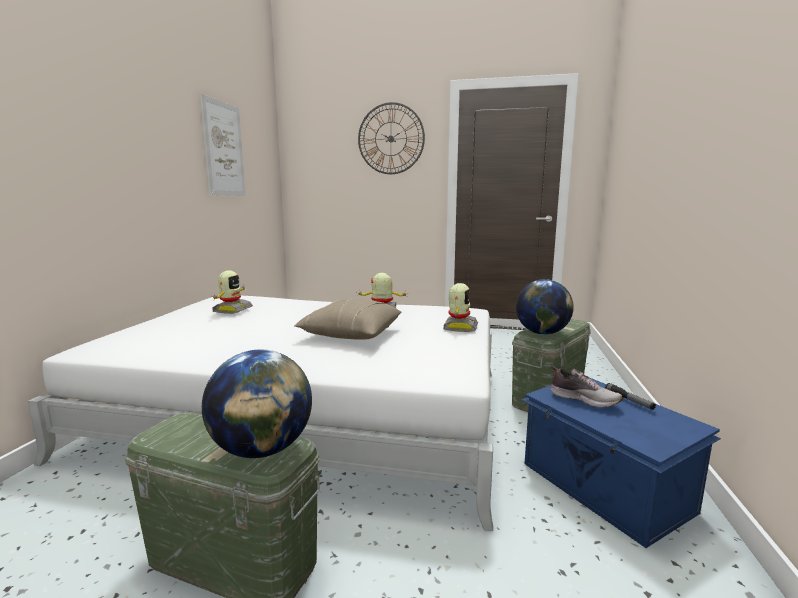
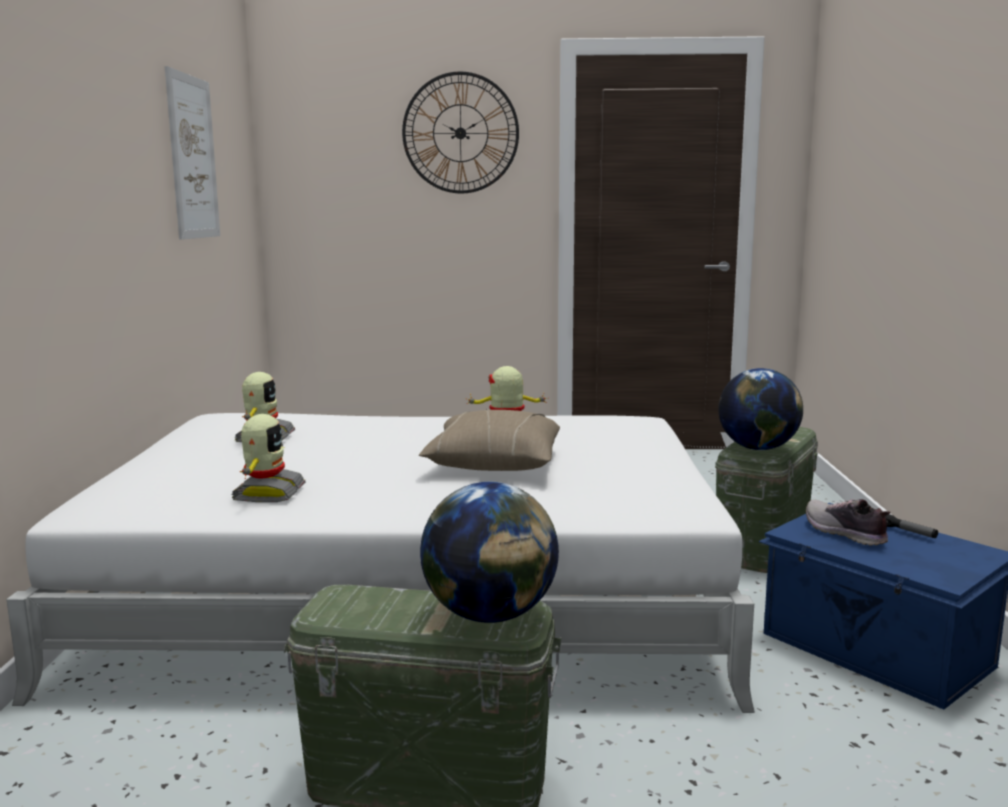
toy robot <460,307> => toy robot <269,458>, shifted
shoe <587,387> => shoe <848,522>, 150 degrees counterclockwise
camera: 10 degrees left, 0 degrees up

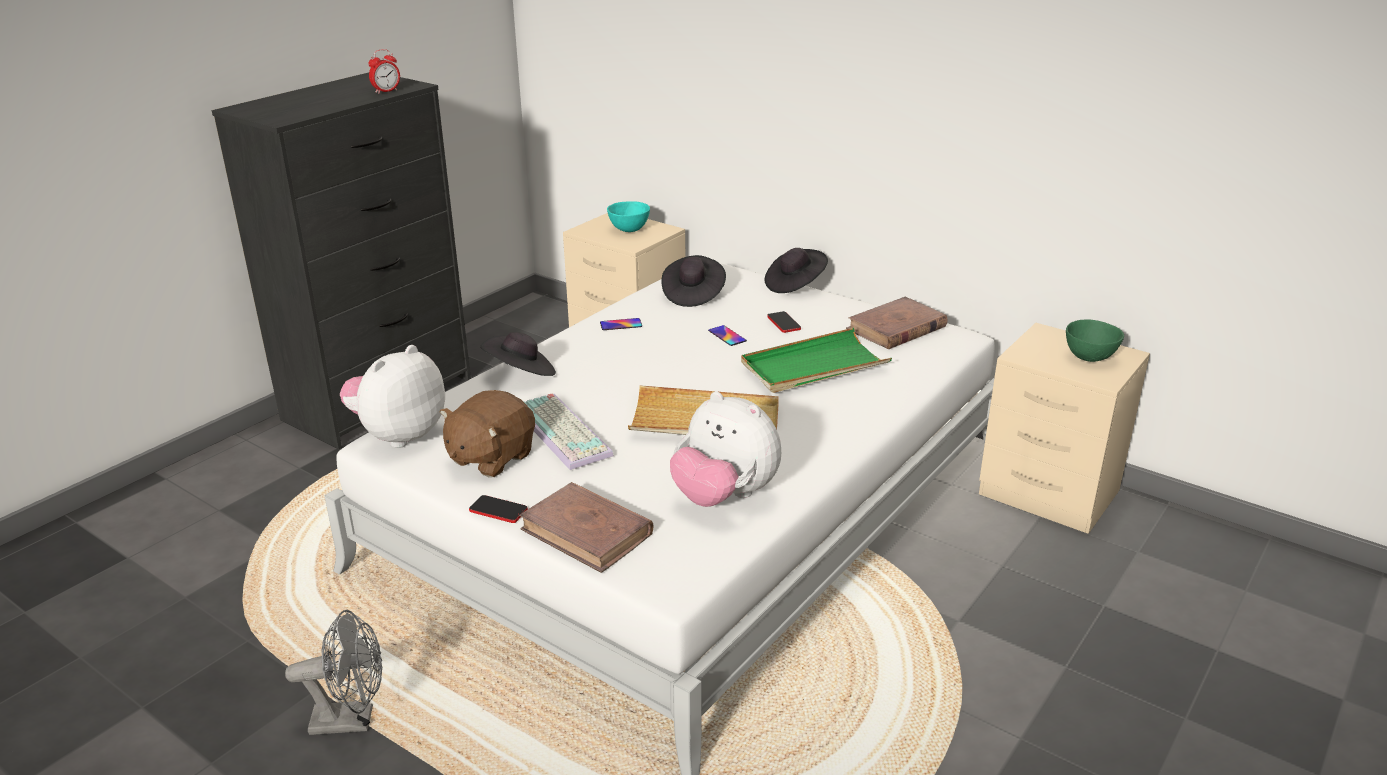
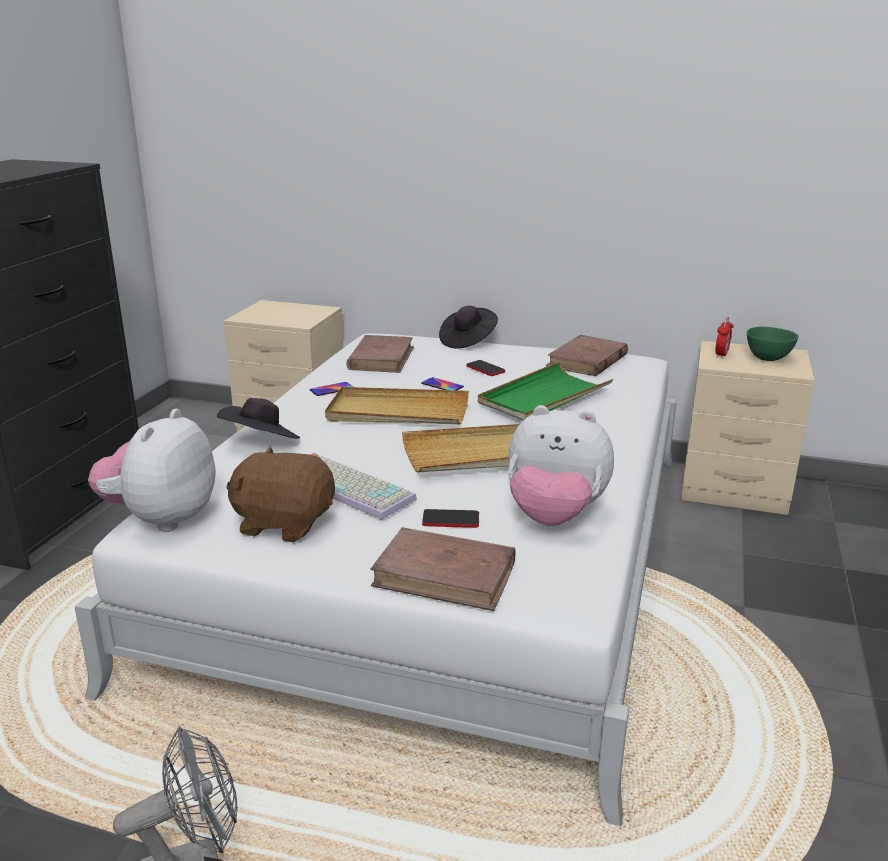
alarm clock <384,71> => alarm clock <724,338>, shifted
brown-coloured plush toy <487,433> => brown-coloured plush toy <280,494>, 90 degrees clockwise
handset <498,509> => handset <450,518>, shifted
turquoise bowl <628,216> => nothing
blackish wearable hat <693,281> => brown-coloured book <380,354>
nothing => beige-coloured serving tray <397,405>
camera: 20 degrees left, 5 degrees down

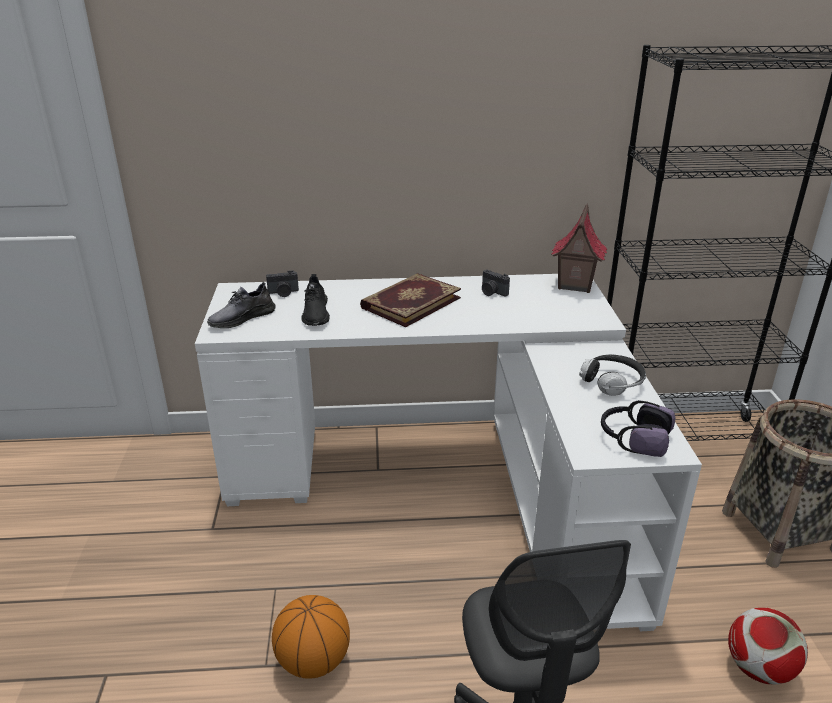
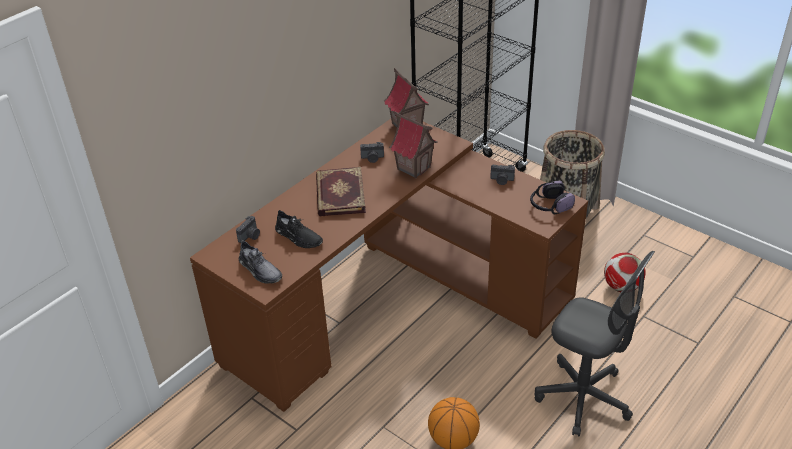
white-coloured desk unit <448,452> => brown-coloured desk unit <389,265>
greyish shoe <241,305> => greyish shoe <260,261>, 45 degrees counterclockwise
headset <612,375> => still camera <502,175>
nothing => miniature house <413,144>
camera: 45 degrees left, 10 degrees up

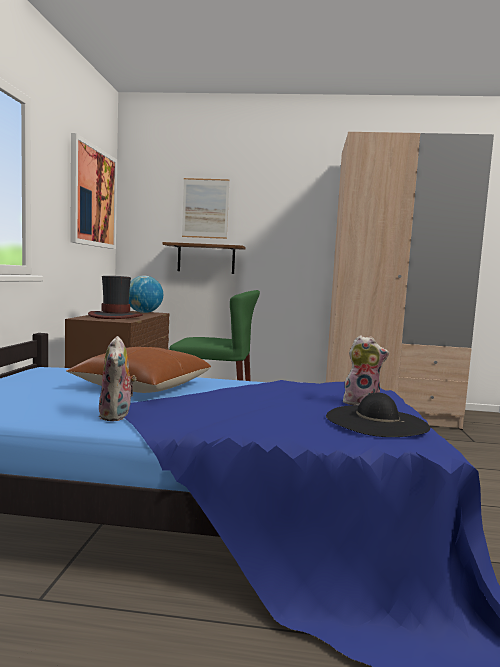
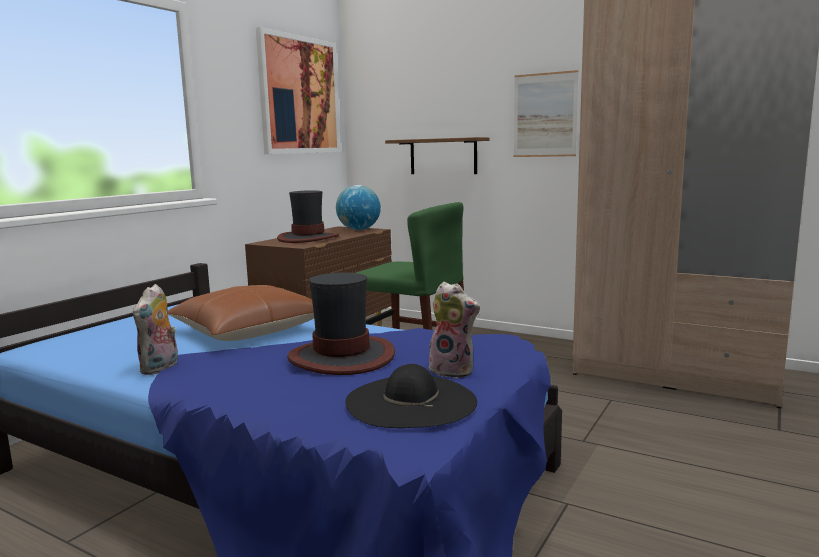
picture <206,208> => picture <546,113>, shifted
nothing => wearable hat <341,324>
camera: 25 degrees right, 5 degrees up

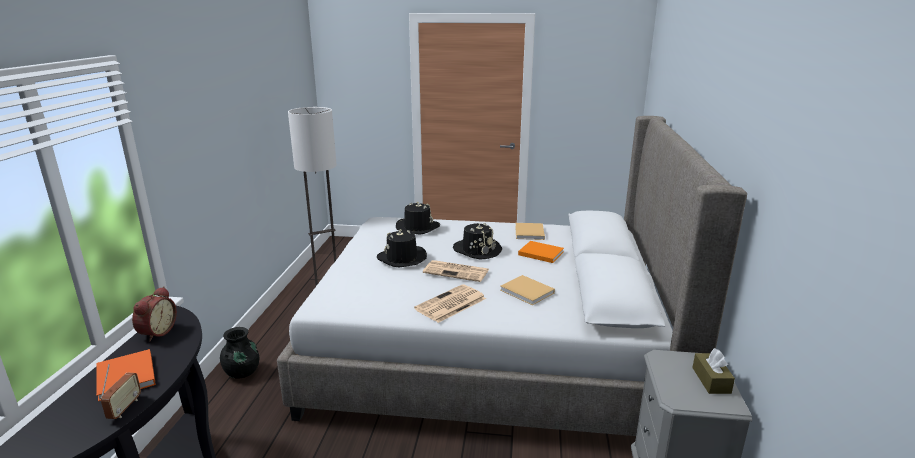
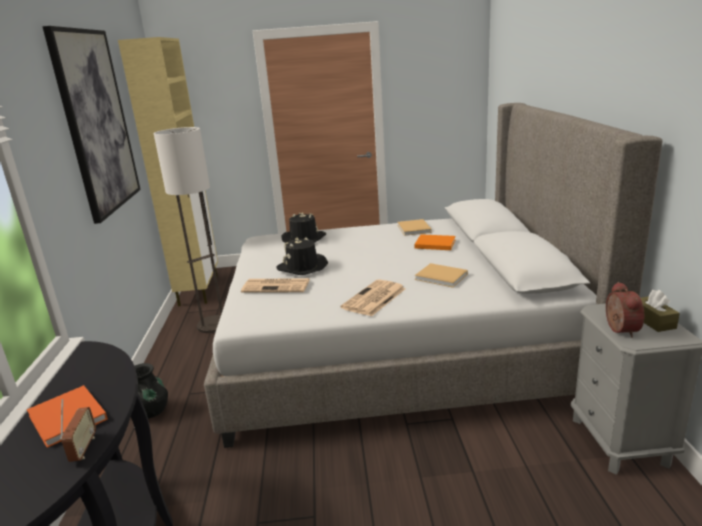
alarm clock <154,313> => alarm clock <625,310>, shifted
daily paper <455,271> => daily paper <275,285>, shifted
blackish wearable hat <477,241> => nothing
nothing => picture <91,125>
nothing => beige-coloured cupboard <168,171>
camera: 10 degrees left, 0 degrees up

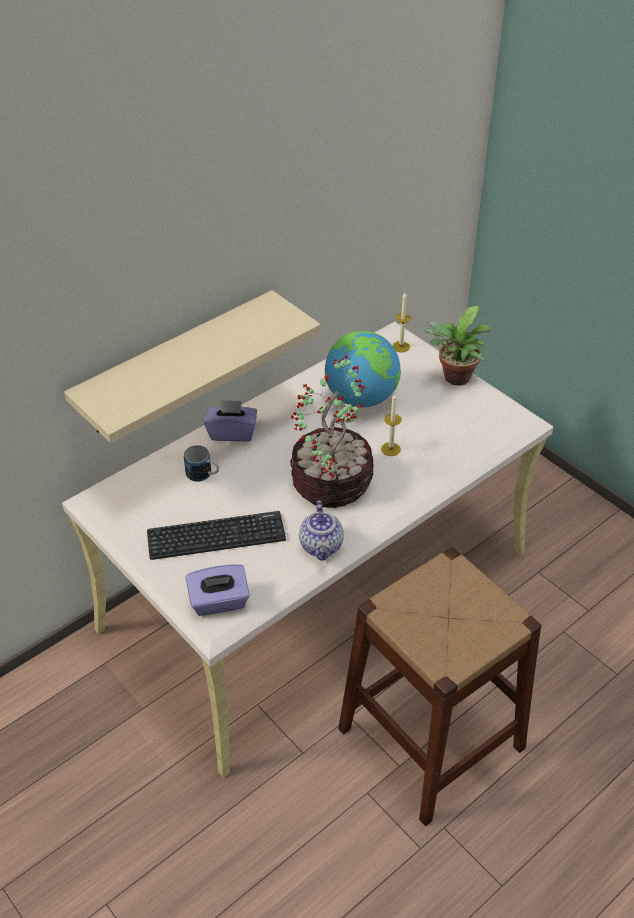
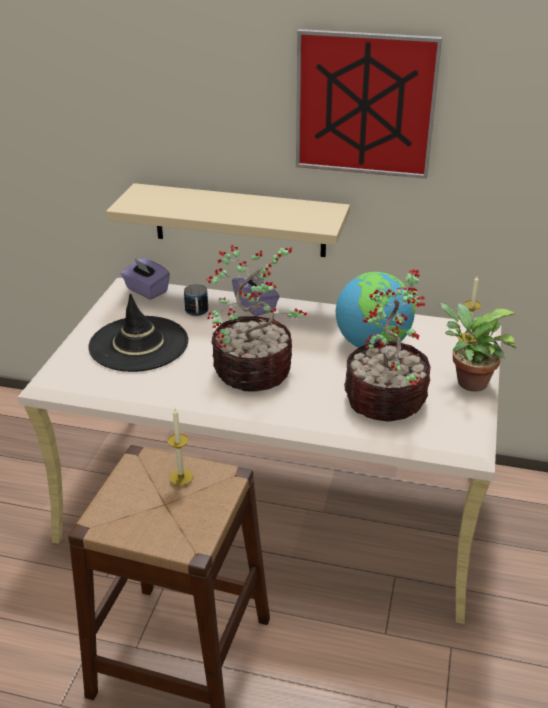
computer keyboard <216,535> => blackish wearable hat <138,332>
purplish tissue box <218,590> => purplish tissue box <145,279>, shifted
tea pot <321,531> => nothing
wax light <391,425> => wax light <180,447>, shifted
nothing => picture <369,104>
nothing => plant in a pot <387,345>
camera: 55 degrees right, 10 degrees down

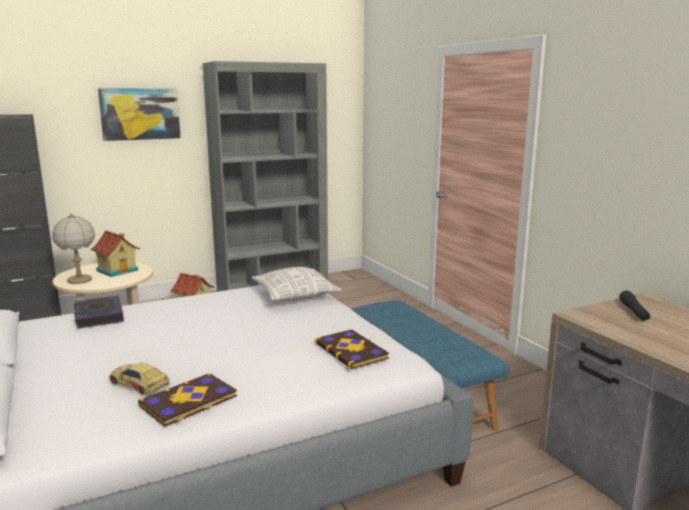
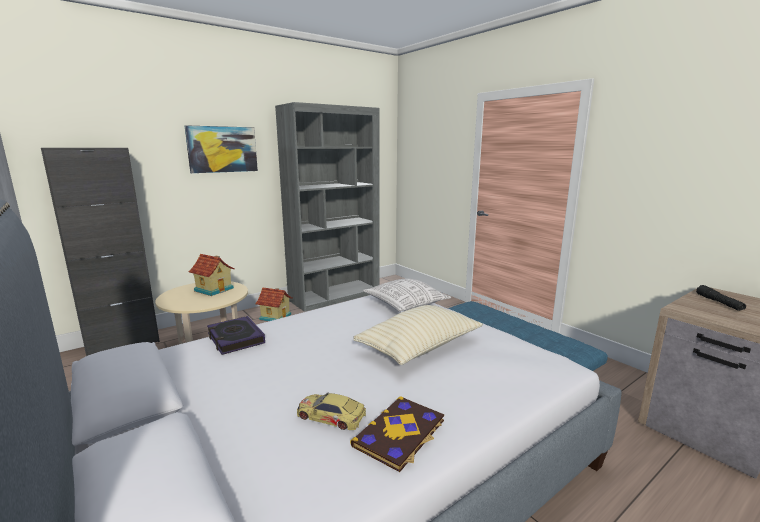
lamp for a table <73,248> => nothing
book <352,349> => nothing
nothing => beige-coloured cushion <418,335>
camera: 10 degrees left, 0 degrees up

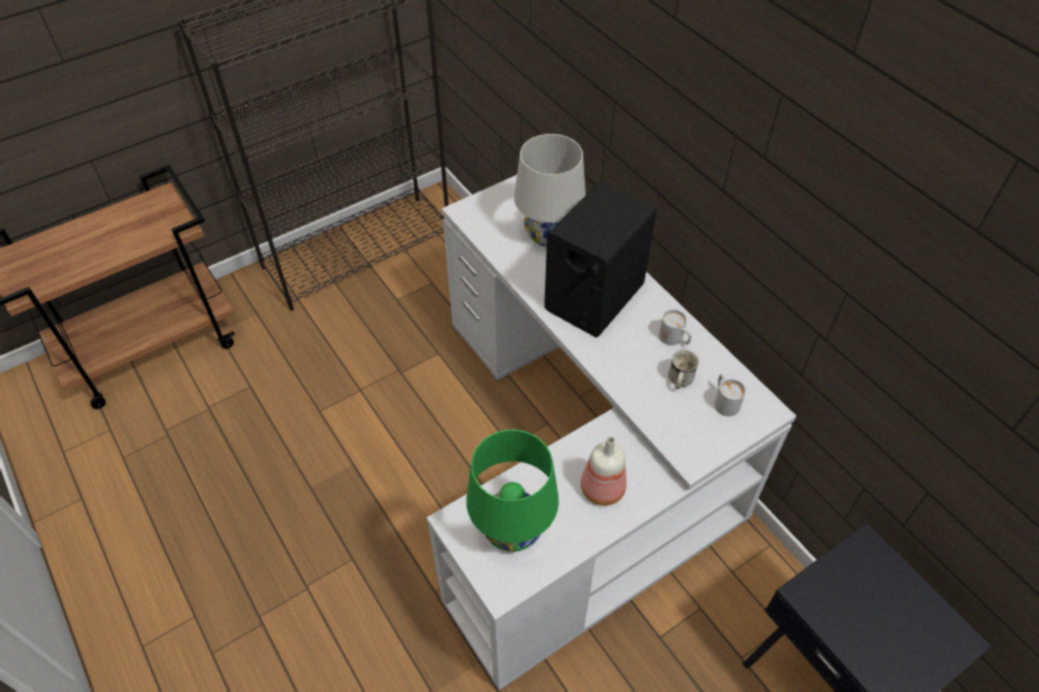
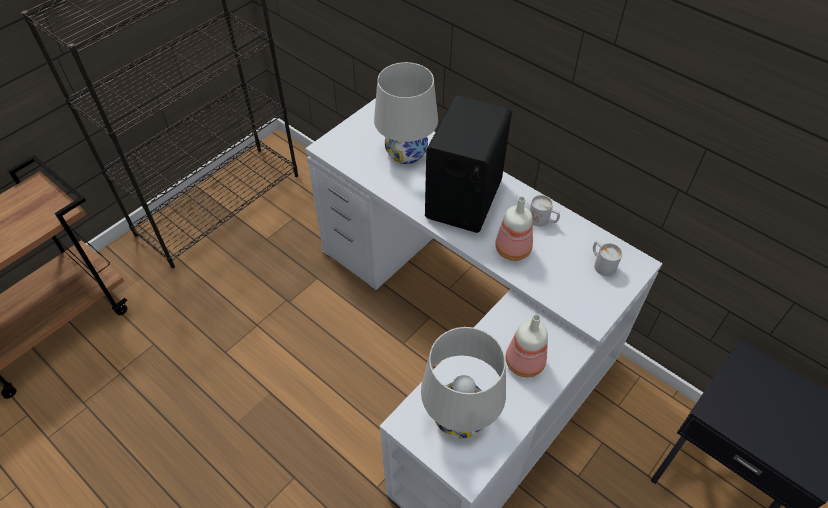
green-coloured lamp for a table <512,490> => white-coloured lamp for a table <463,383>
white-coloured coffee mug <683,369> => nothing
nothing => beverage bottle <514,228>
camera: 15 degrees left, 0 degrees up

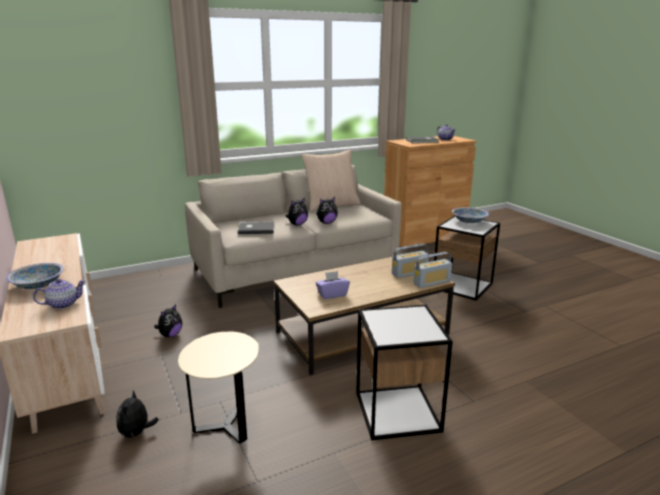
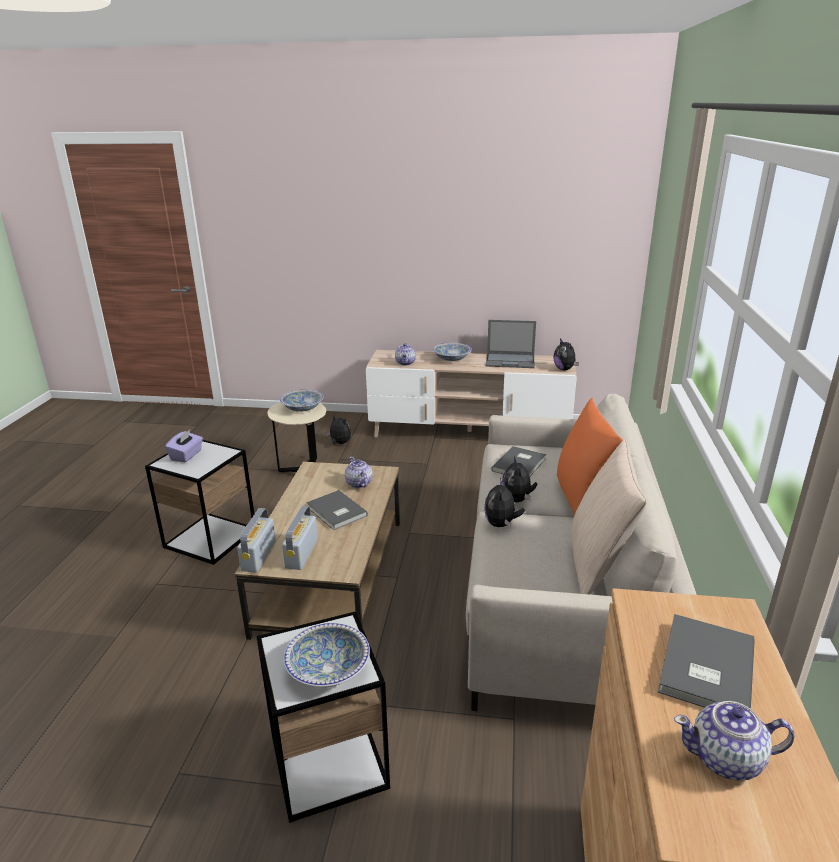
plush toy <168,320> => plush toy <566,354>, shifted
purplish tissue box <333,285> => purplish tissue box <184,446>, shifted
nothing => bowl <302,400>
nothing => greyish book <337,510>
nothing => tea pot <358,472>
nothing => notebook computer <511,344>
nothing => orangey cushion <590,456>
camera: 125 degrees right, 5 degrees up

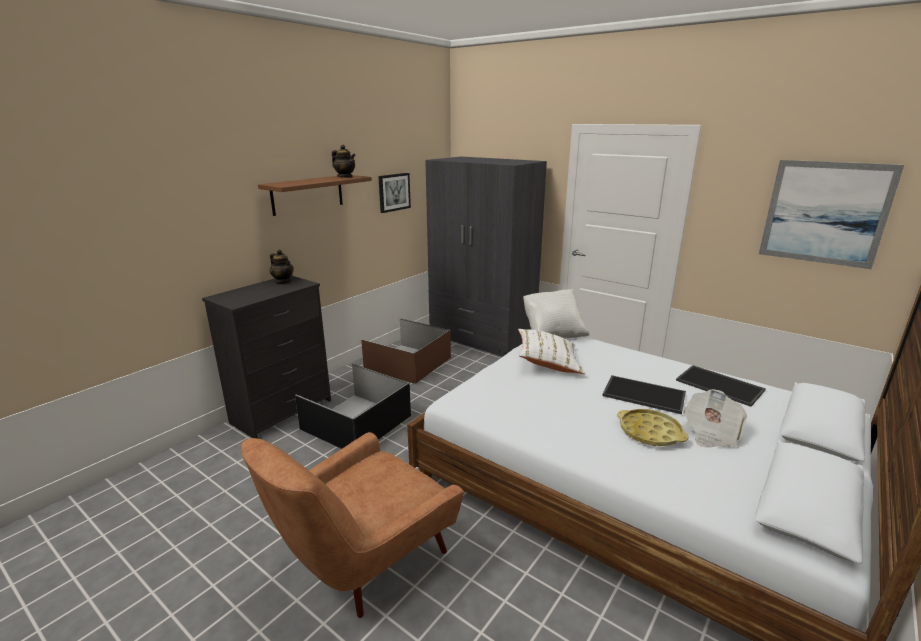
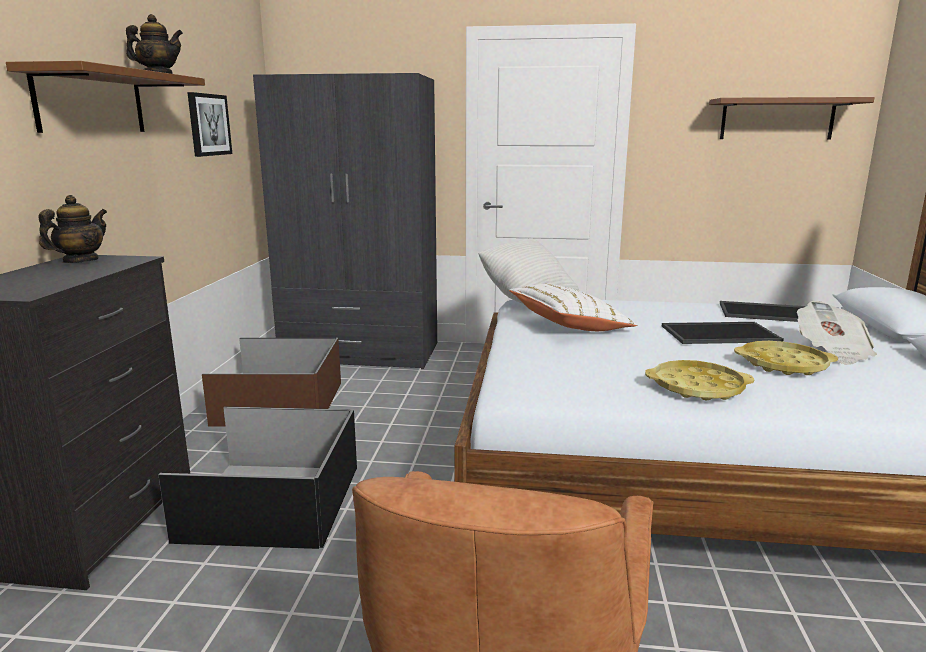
tea pot <281,266> => tea pot <72,229>, 75 degrees counterclockwise
picture <831,214> => brown-coloured shelf <792,118>
nothing => yellow serving tray <699,380>
camera: 30 degrees left, 5 degrees down

